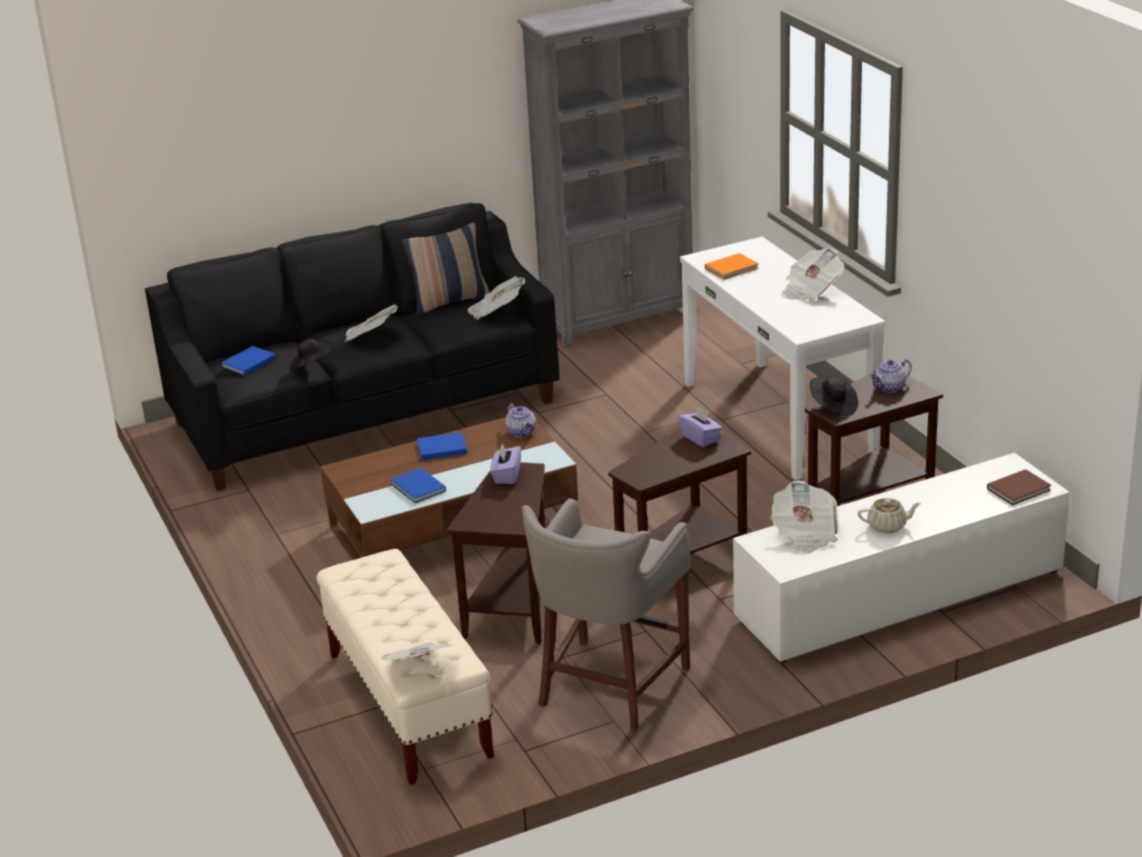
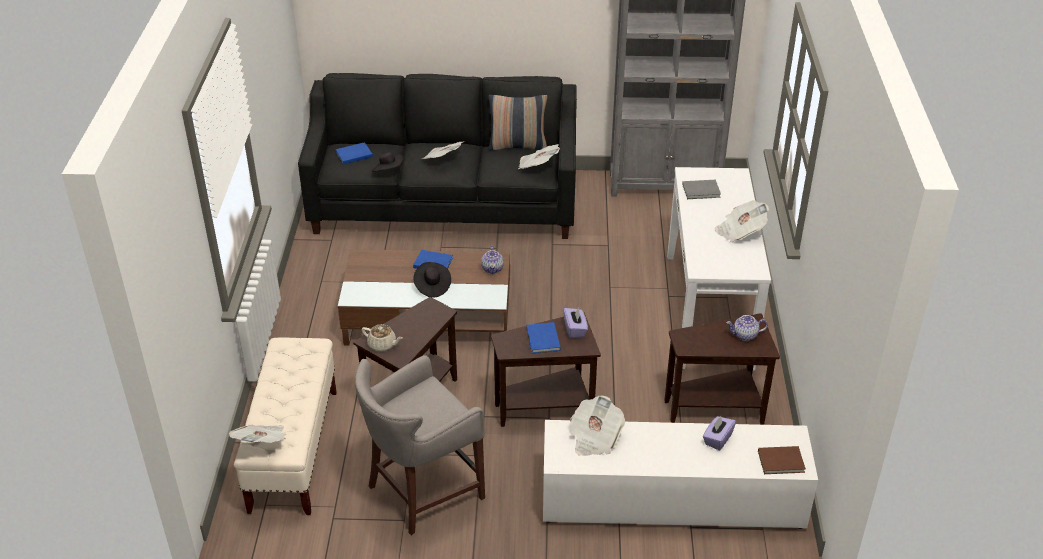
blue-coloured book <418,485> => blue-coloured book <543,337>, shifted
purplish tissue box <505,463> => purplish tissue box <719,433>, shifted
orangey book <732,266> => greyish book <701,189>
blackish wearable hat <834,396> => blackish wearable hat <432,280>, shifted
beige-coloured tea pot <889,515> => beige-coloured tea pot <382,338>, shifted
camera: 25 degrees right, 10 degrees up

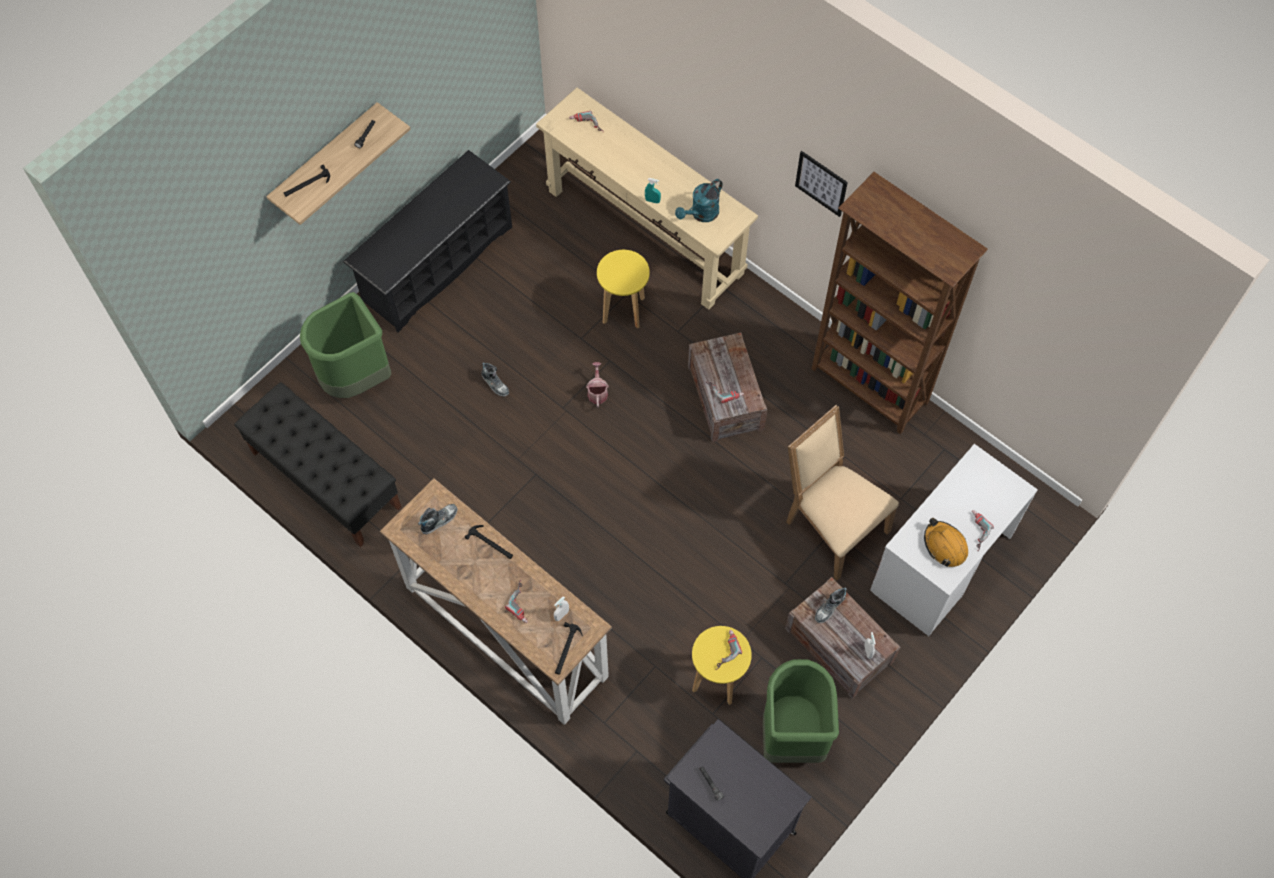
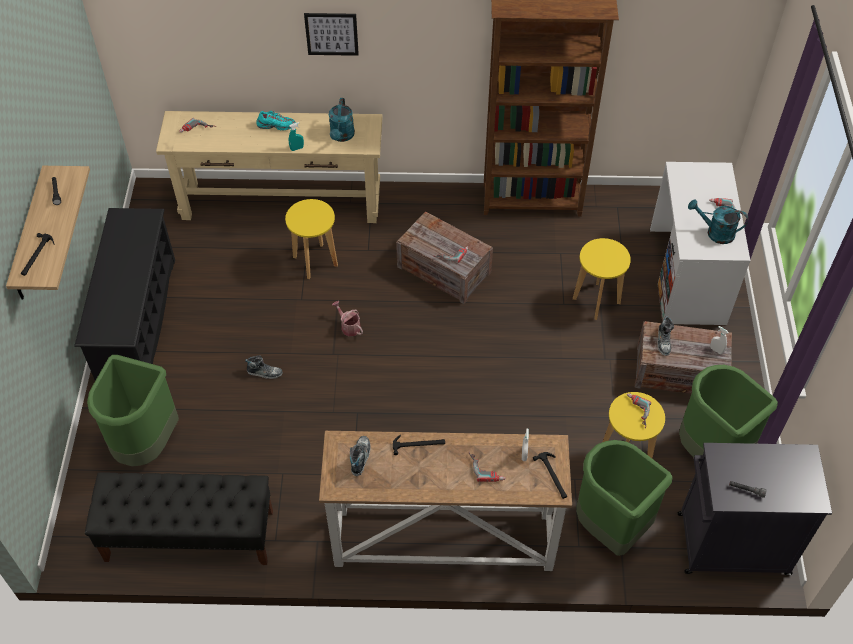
beige-coloured plain chair <842,493> => yellow sitting stool <602,279>
picture <821,184> => picture <331,34>, shifted
orangey safety helmet <946,542> => turquoise watering can <718,221>
nothing => turquoise shoe <276,121>
nothing => green-coloured rubbish bin <624,498>
camera: 40 degrees left, 10 degrees down

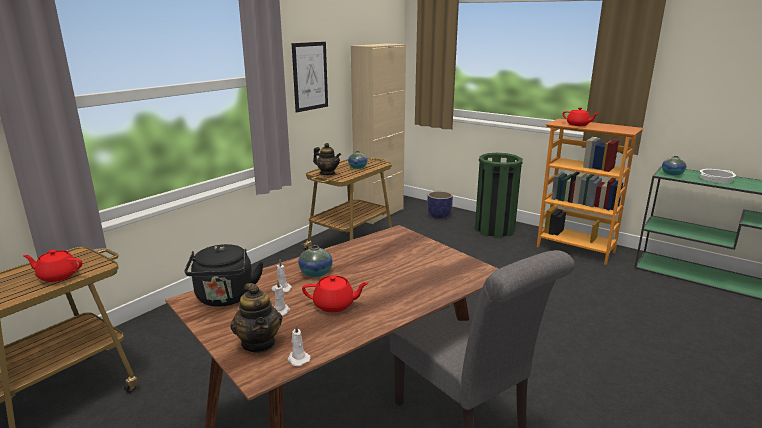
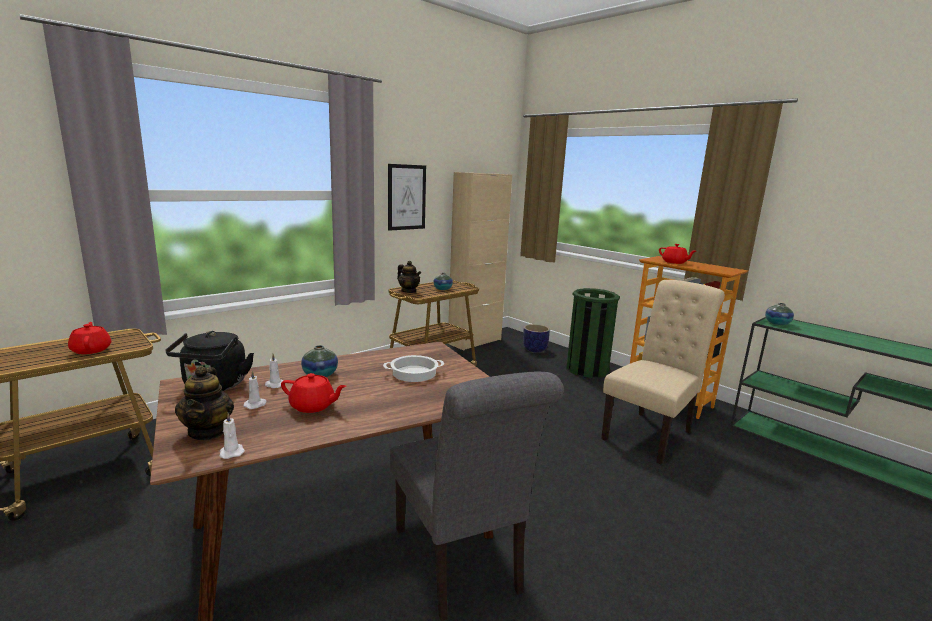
red-coloured tea pot <52,266> => red-coloured tea pot <89,338>, 45 degrees clockwise
cooking pot <718,176> => cooking pot <413,368>, shifted
nothing => beige-coloured plain chair <663,372>
camera: 10 degrees right, 5 degrees down

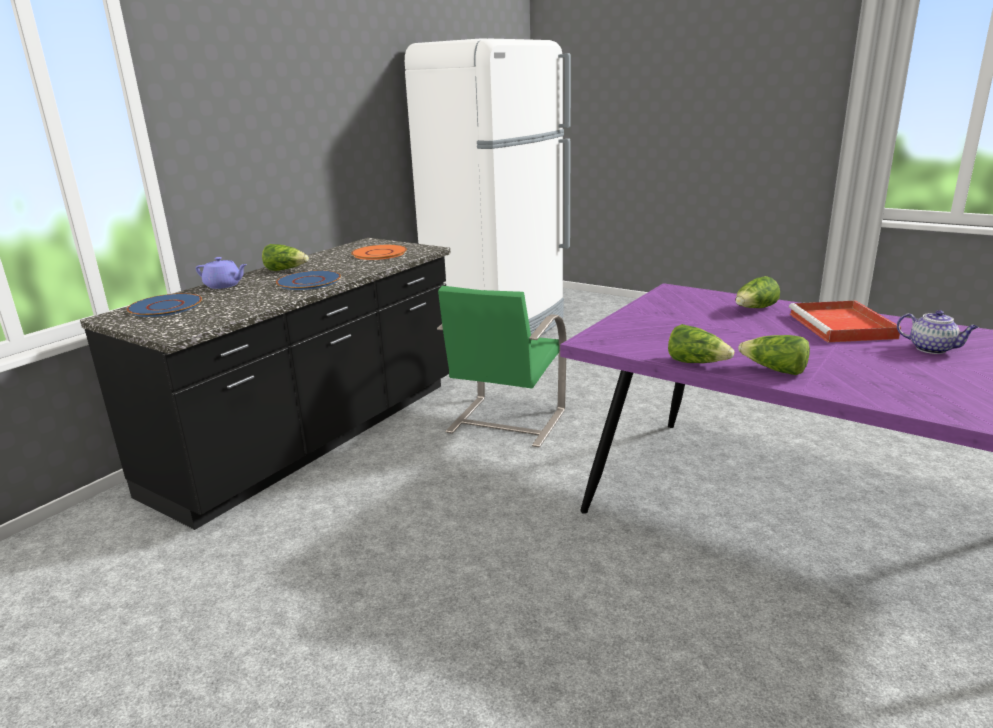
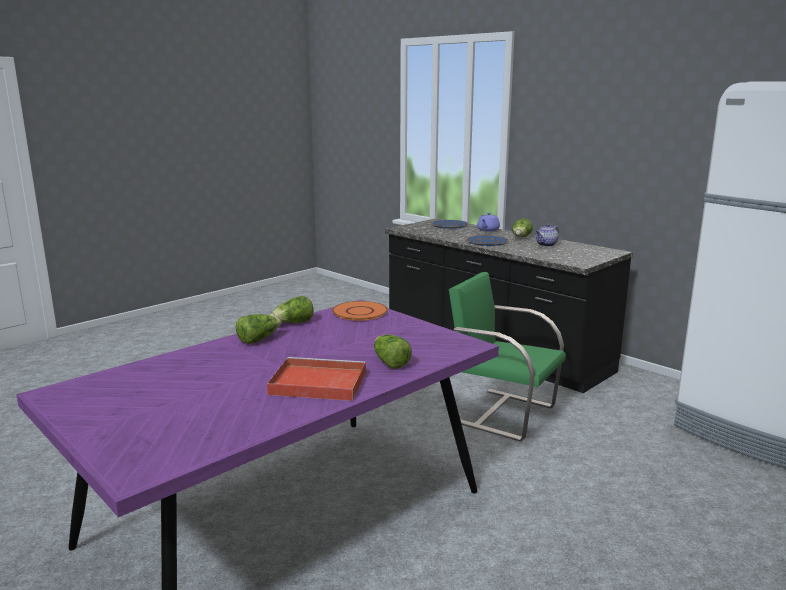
orangey flat dish <379,252> => orangey flat dish <360,311>, shifted
tea pot <938,332> => tea pot <547,235>, shifted
camera: 100 degrees right, 5 degrees down

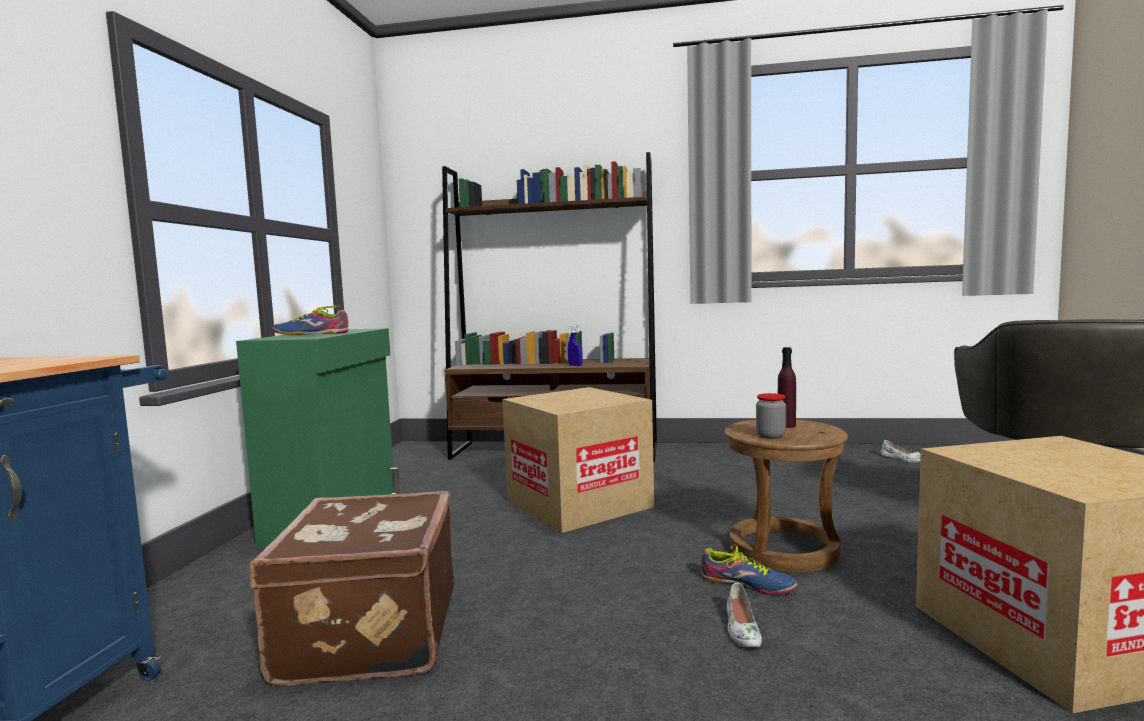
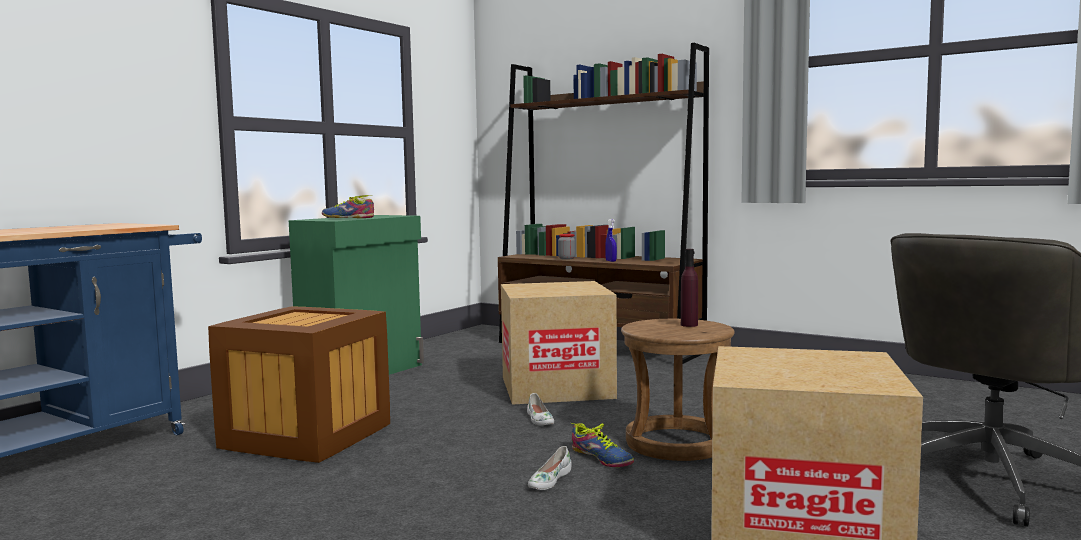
brown-coloured suitcase <352,588> => packing crate <299,384>
preserve jar <771,416> => preserve jar <566,247>, shifted
white-coloured shoe <901,451> => white-coloured shoe <540,409>, shifted
camera: 25 degrees right, 0 degrees up

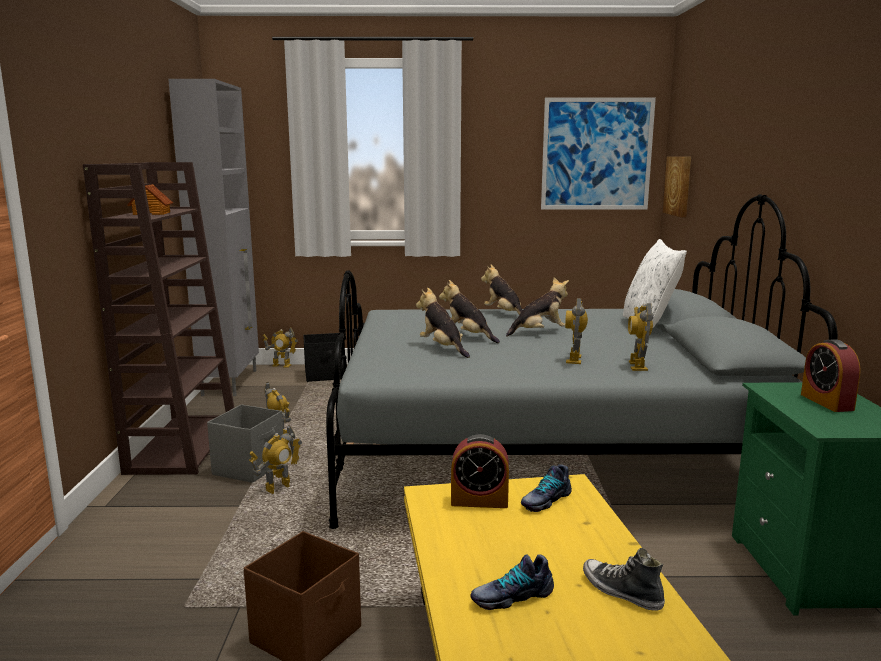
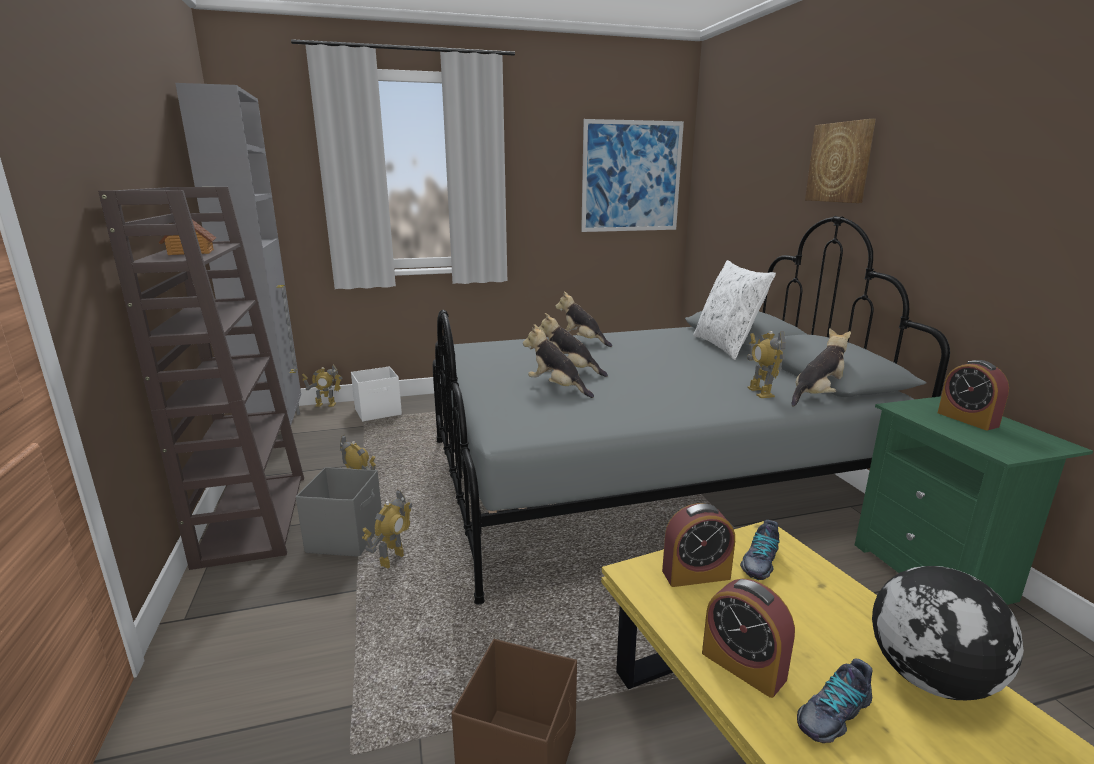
blackish storage container <322,357> => white-coloured storage container <376,394>
plush toy <537,307> => plush toy <821,367>, shifted
toy robot <576,331> => nothing
shoe <624,579> => world globe <948,633>
picture <677,187> => picture <840,161>, shifted
nothing => alarm clock <748,638>
camera: 15 degrees left, 5 degrees up

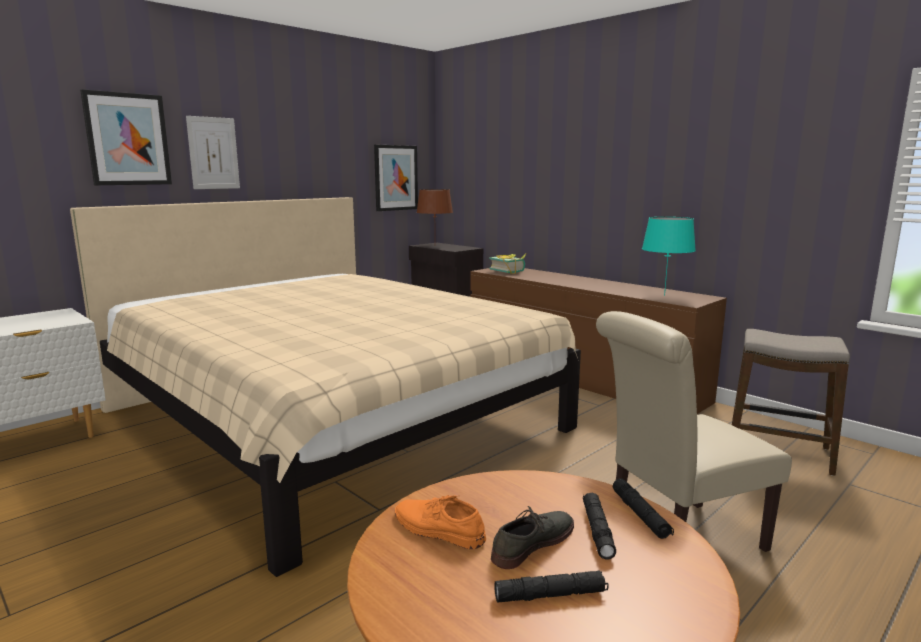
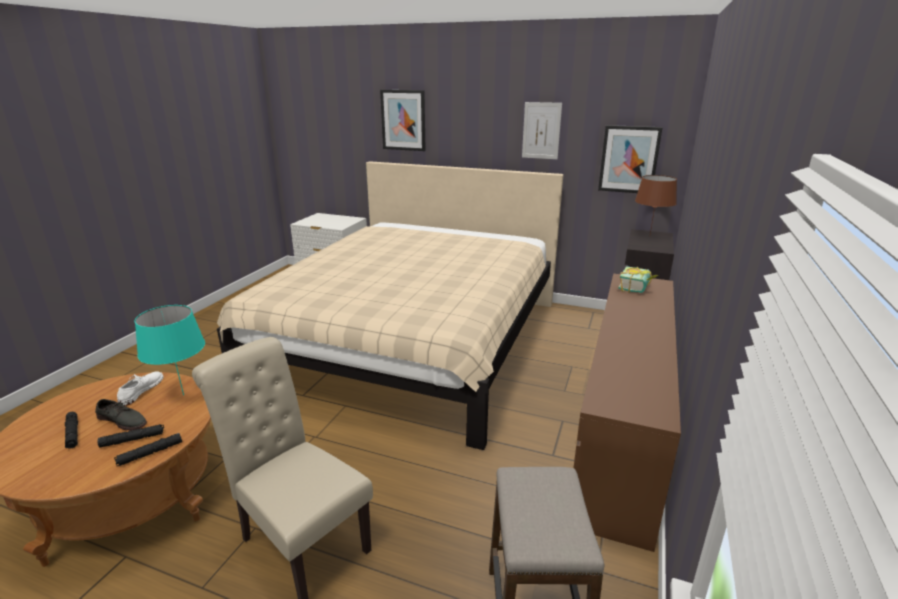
picture <213,152> => picture <542,130>, shifted
orangey shoe <440,522> => white-coloured shoe <140,388>
turquoise lamp for a table <669,256> => turquoise lamp for a table <170,350>, shifted
camera: 65 degrees right, 10 degrees up

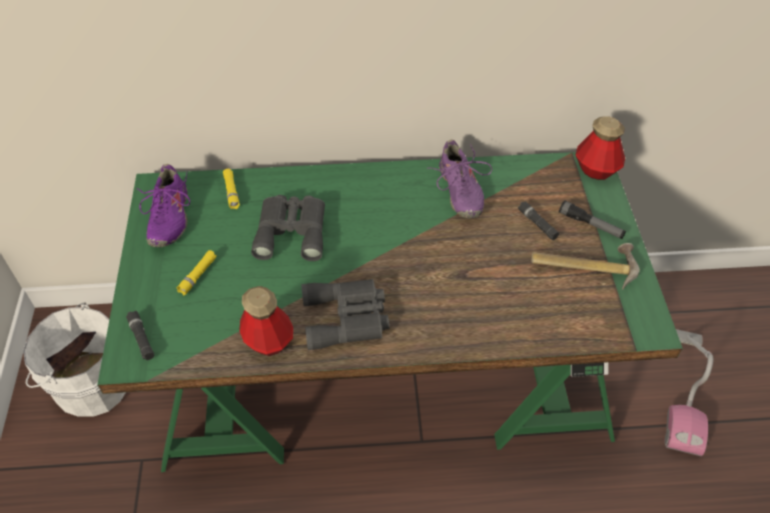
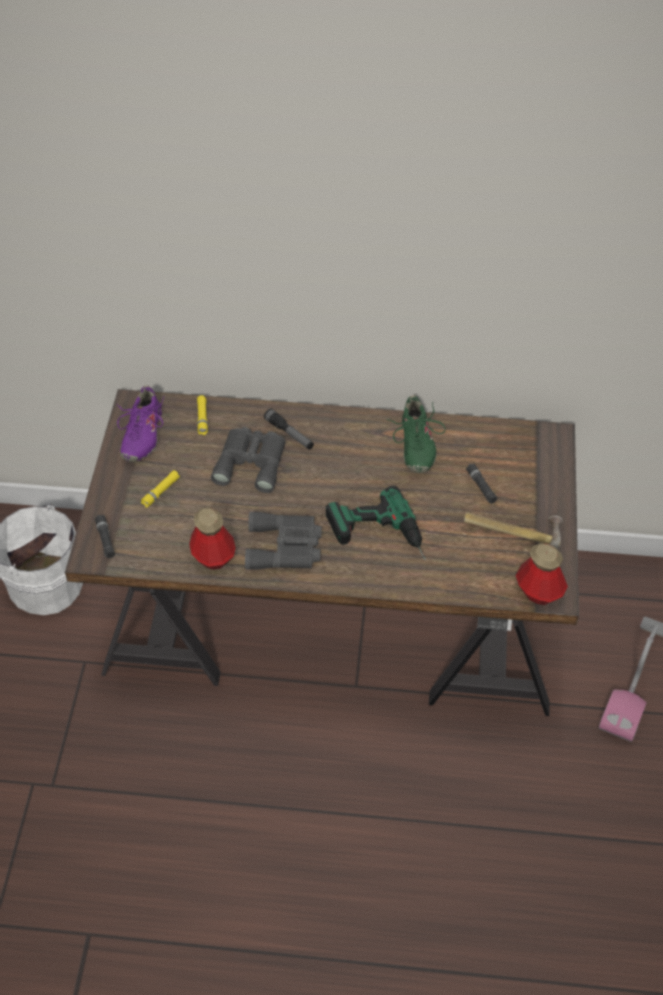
green-coloured desk unit <390,312> => brown-coloured desk unit <322,552>
purplish shoe <459,179> => green-coloured shoe <416,434>
flashlight <592,219> => flashlight <289,429>, shifted
beverage bottle <600,148> => beverage bottle <542,574>, shifted
nothing => drill <376,523>
camera: 10 degrees right, 0 degrees up

